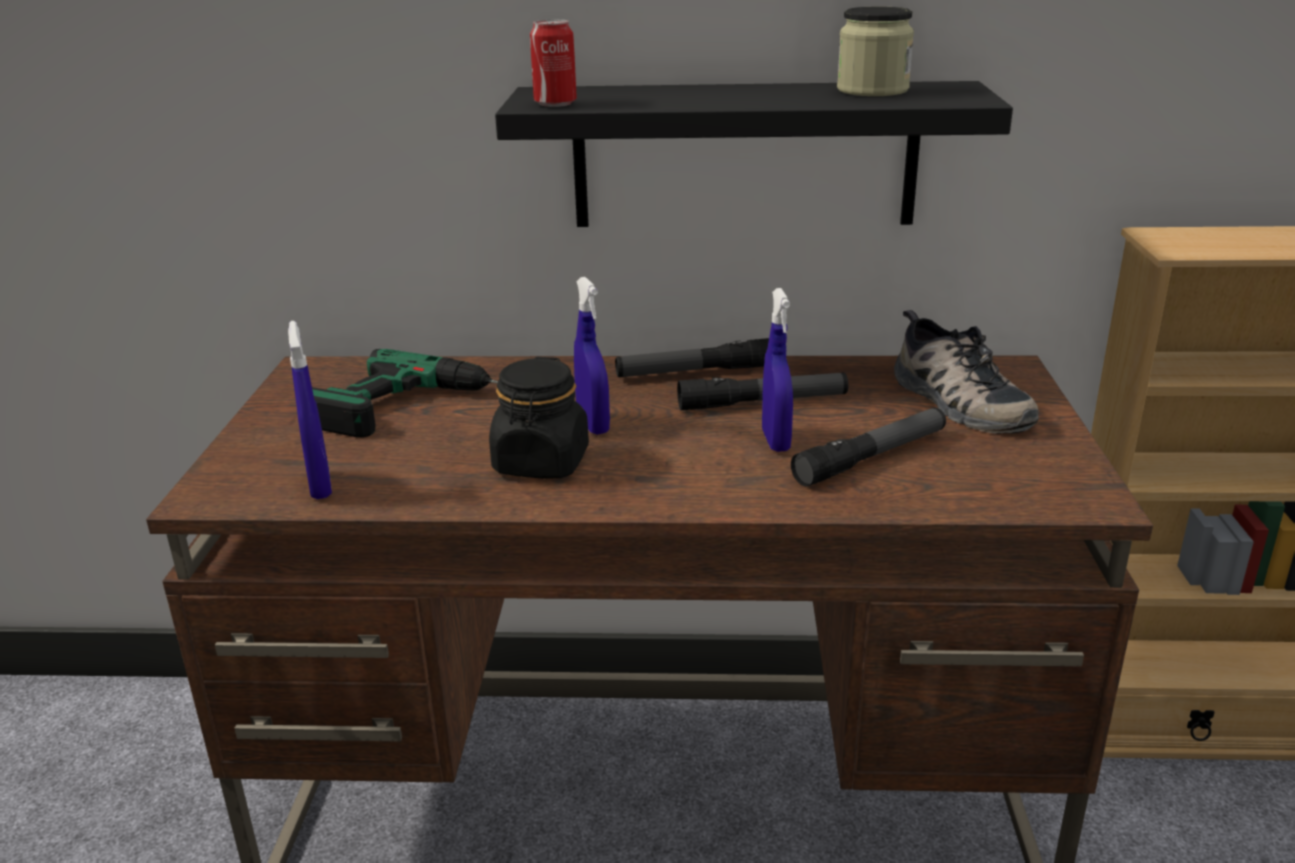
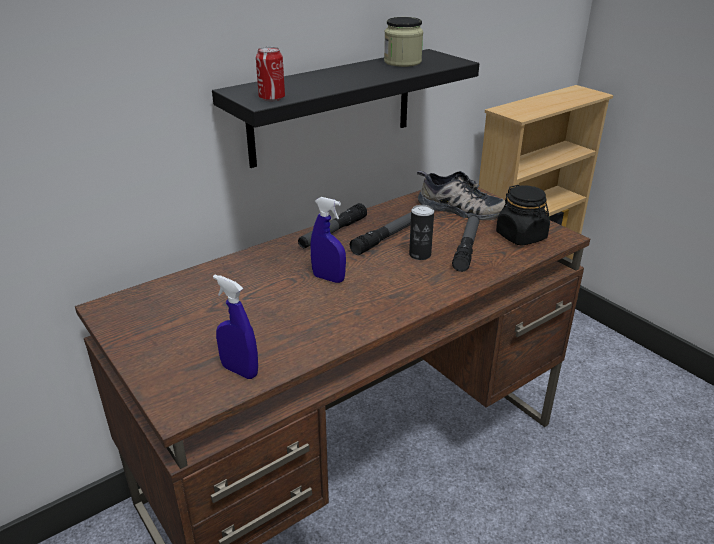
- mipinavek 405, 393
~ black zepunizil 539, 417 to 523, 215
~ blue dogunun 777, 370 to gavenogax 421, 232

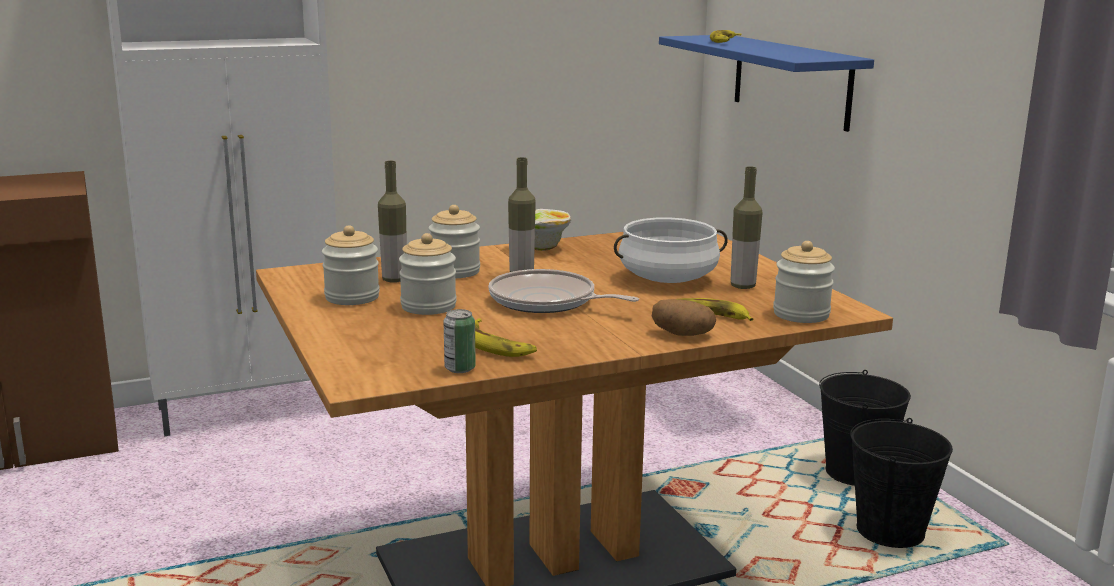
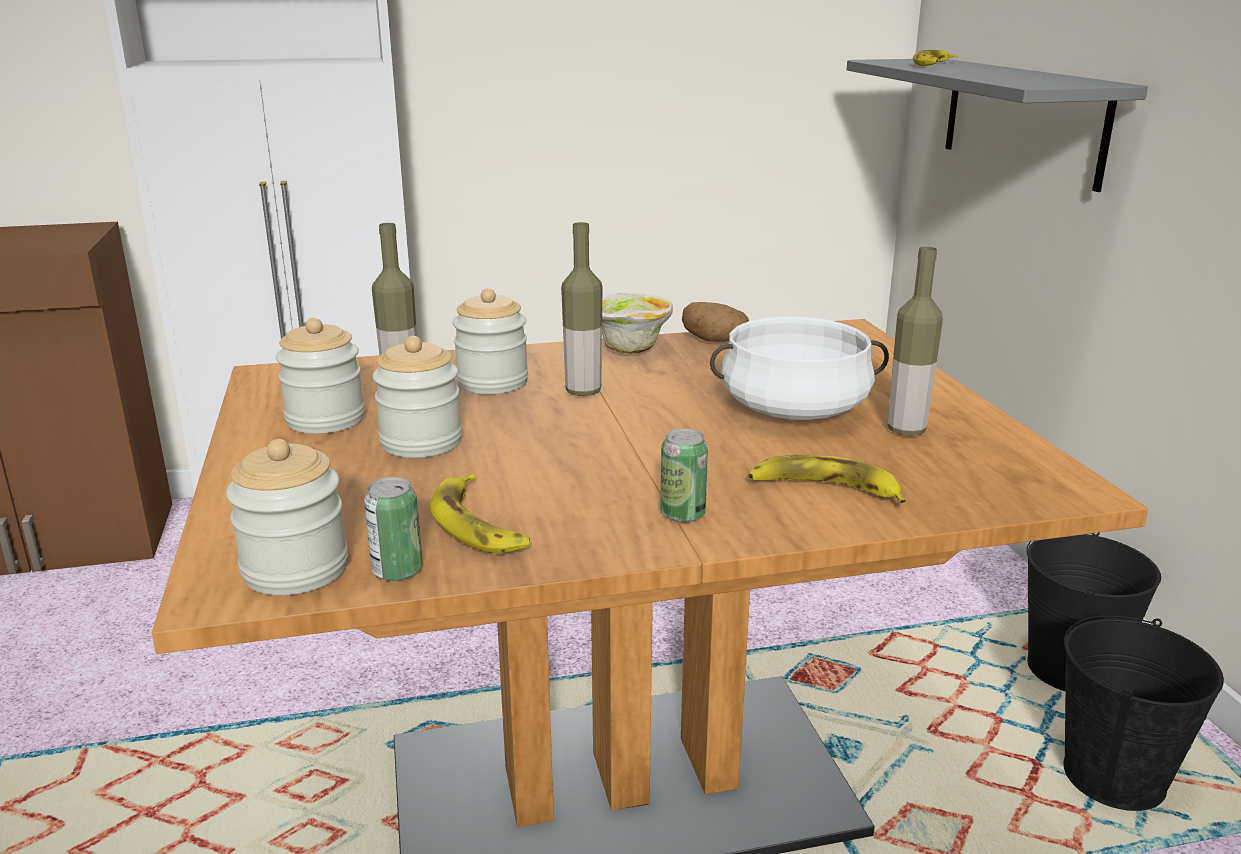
- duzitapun 563, 291
~ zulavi 684, 317 to 715, 322
~ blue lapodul 766, 83 to grey lapodul 997, 125
~ zepunizil 804, 282 to 287, 517
+ gavenogax 684, 476

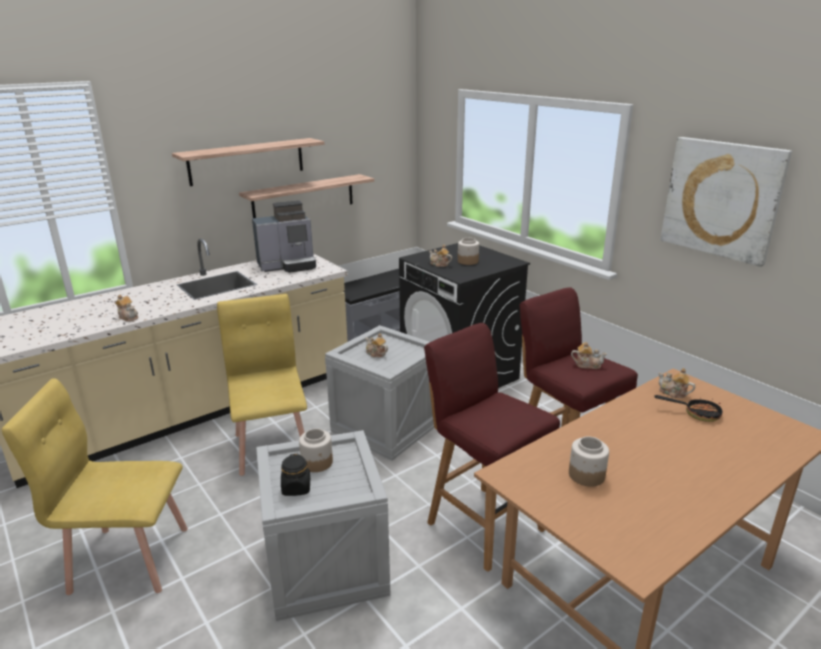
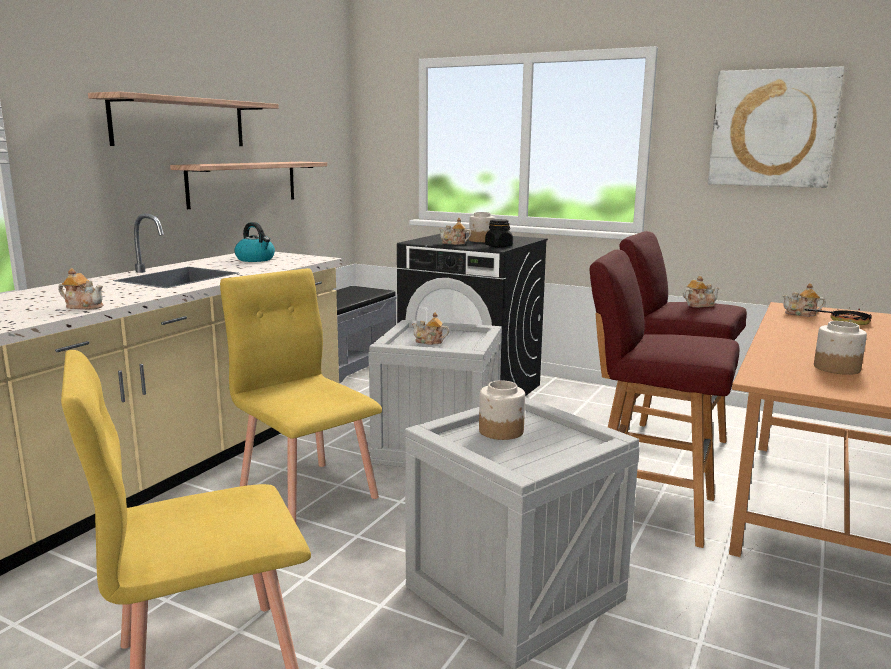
~ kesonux 284, 236 to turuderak 254, 242
~ black zepunizil 295, 475 to 499, 233

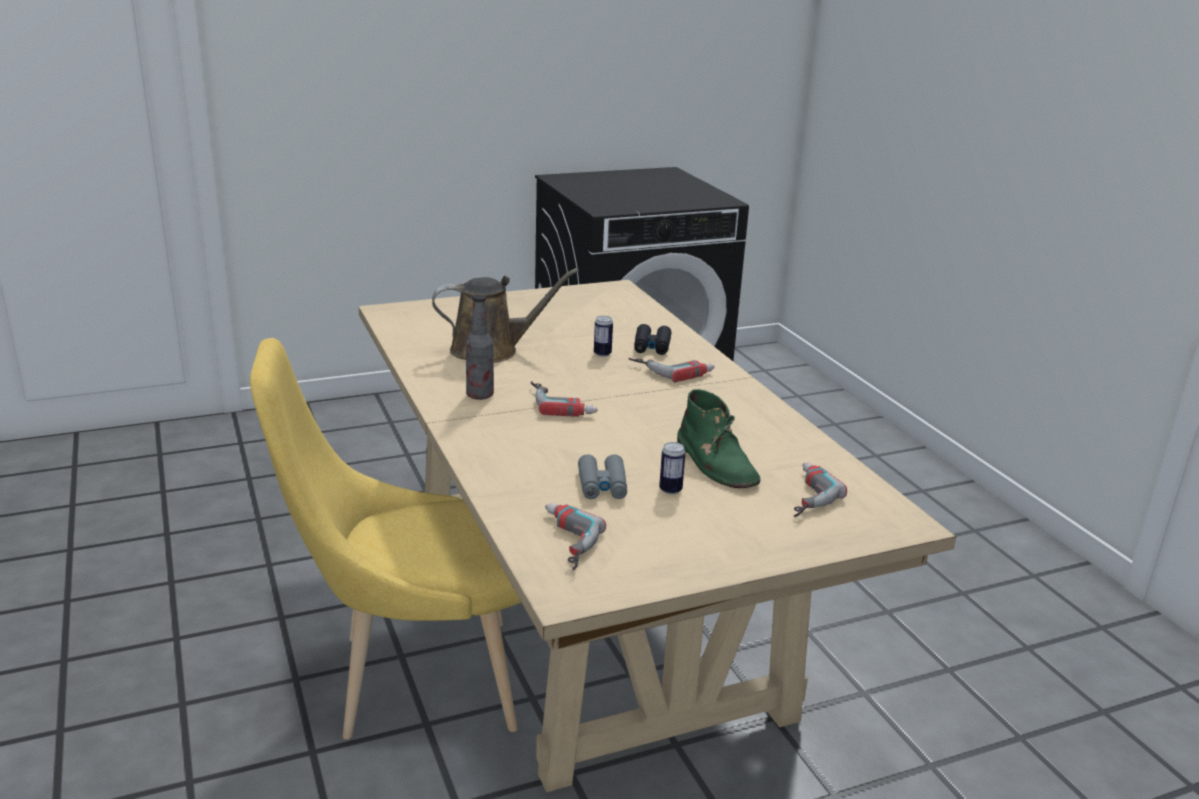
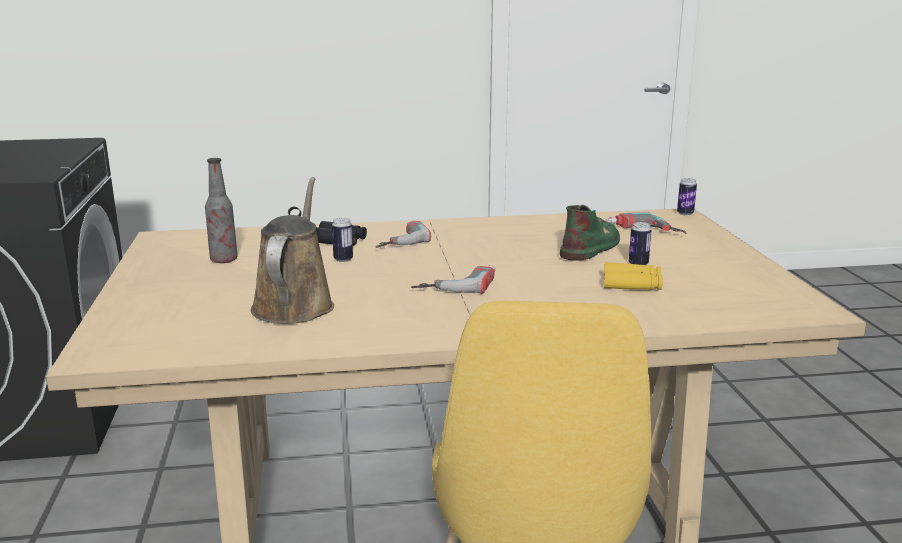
~ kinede 480, 347 to 221, 210
- mipinavek 575, 536
~ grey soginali 602, 476 to yellow soginali 633, 276
~ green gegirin 718, 438 = 590, 233 45 degrees counterclockwise
+ gavenogax 687, 196

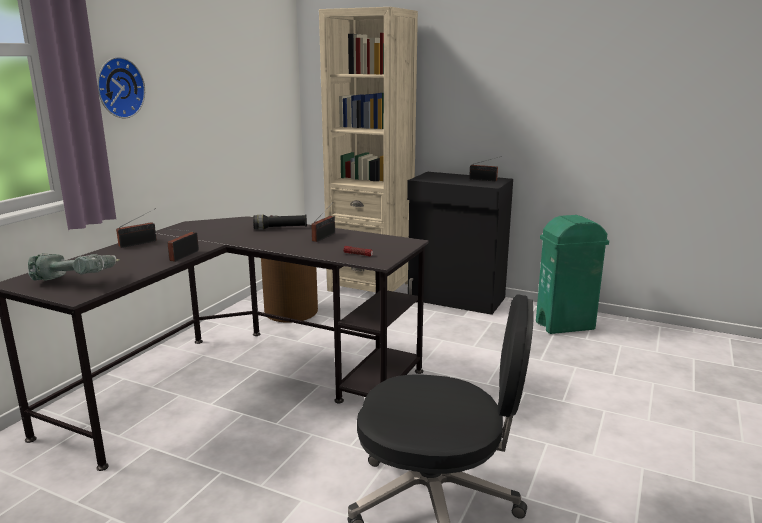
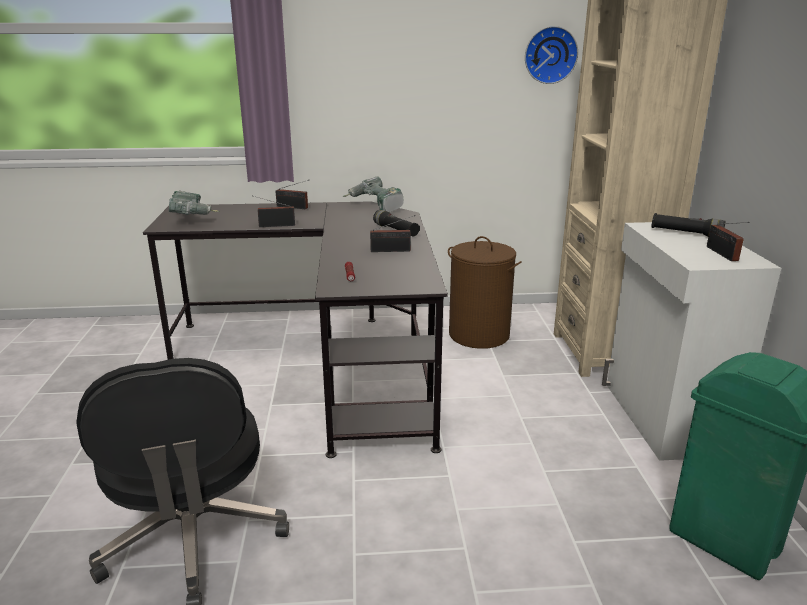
~ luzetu 121, 87 to 551, 55
~ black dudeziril 460, 243 to white dudeziril 691, 341
+ mipinavek 373, 194
+ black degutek 689, 225

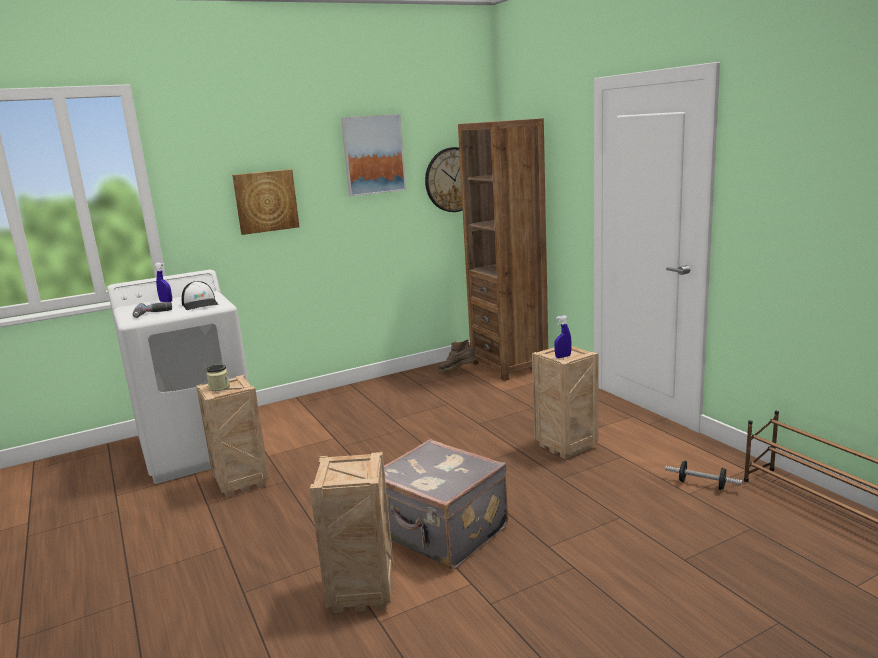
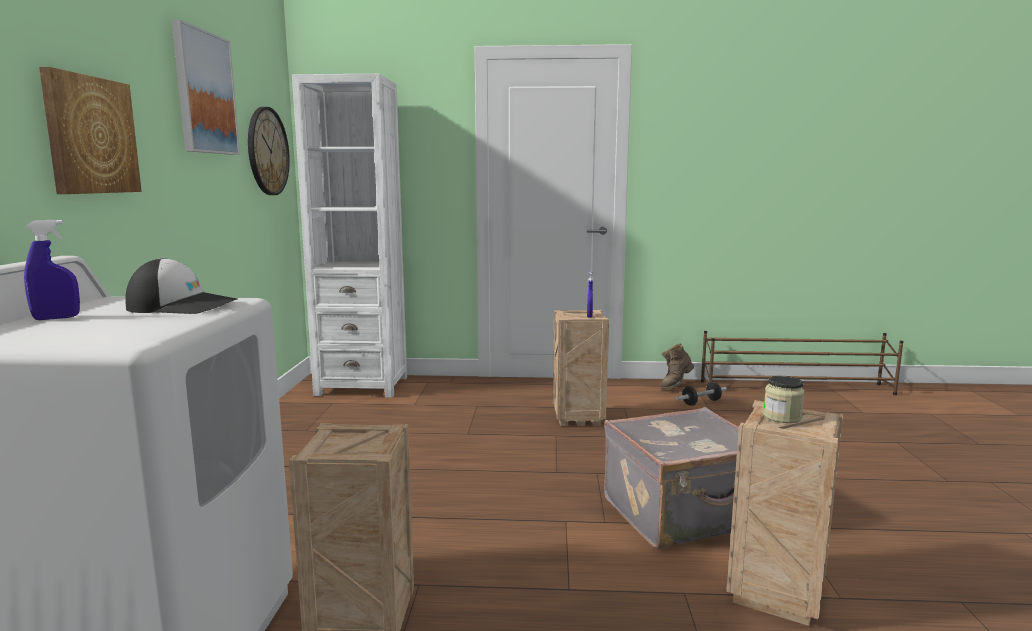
- mipinavek 152, 310
~ zepunizil 218, 377 to 784, 399
~ brown gegirin 457, 355 to 678, 366
~ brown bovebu 503, 249 to white bovebu 349, 236

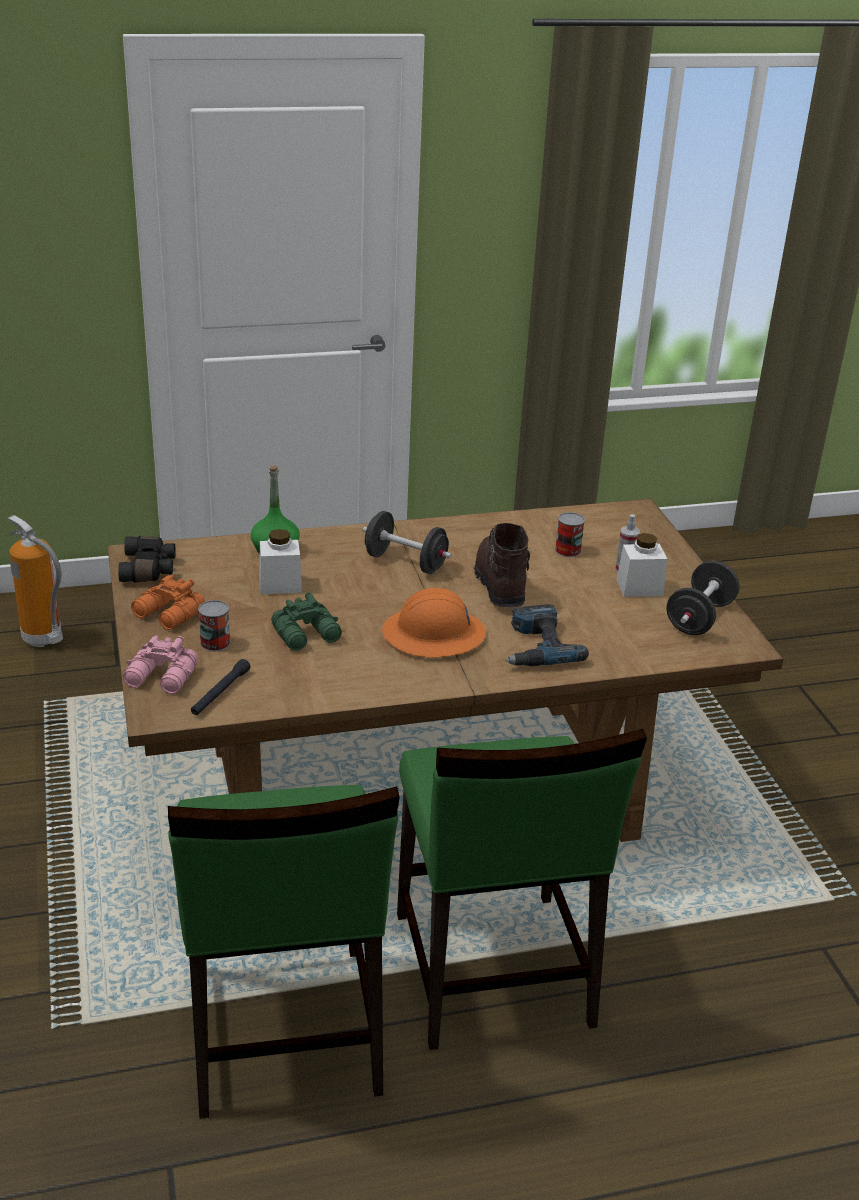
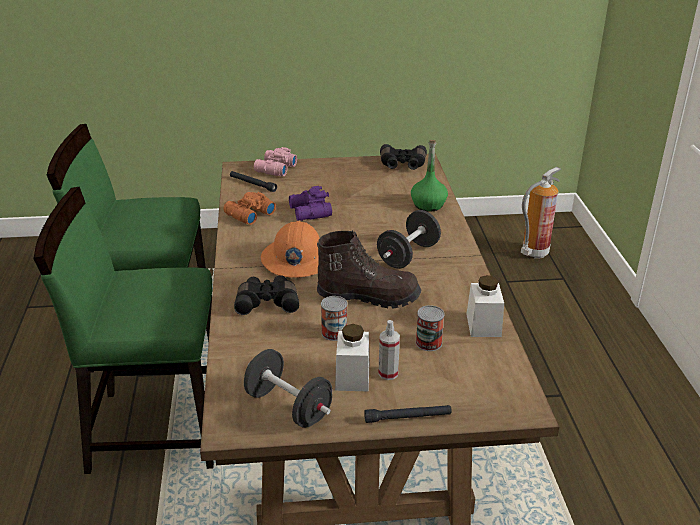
~ orange soginali 168, 602 to 249, 208
~ gavenogax 214, 625 to 334, 318
~ white zepunizil 280, 561 to 485, 306
~ green soginali 306, 621 to purple soginali 310, 203
~ mipinavek 547, 635 to black soginali 266, 295
+ black degutek 408, 414

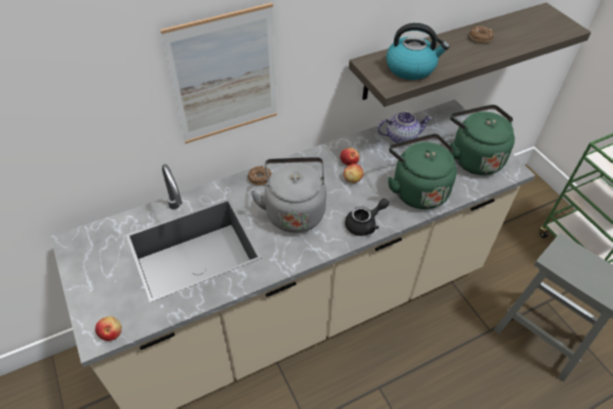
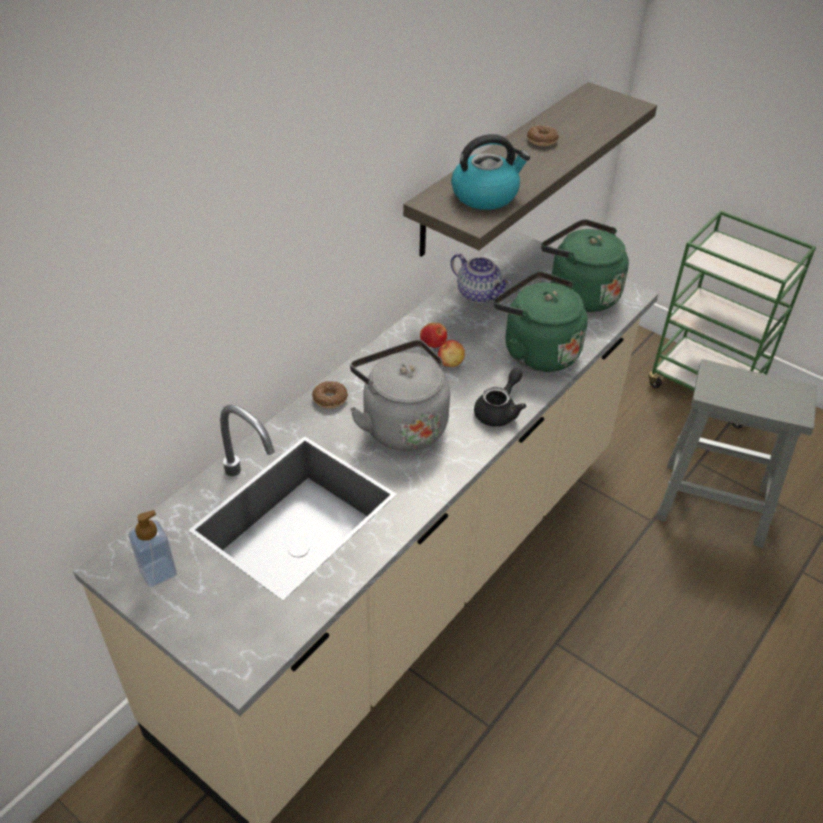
- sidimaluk 108, 328
- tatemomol 219, 73
~ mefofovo 404, 127 = 481, 278 75 degrees clockwise
+ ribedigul 152, 548

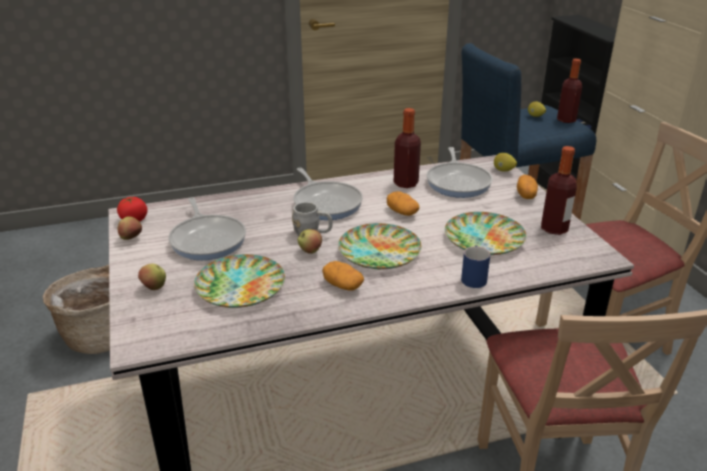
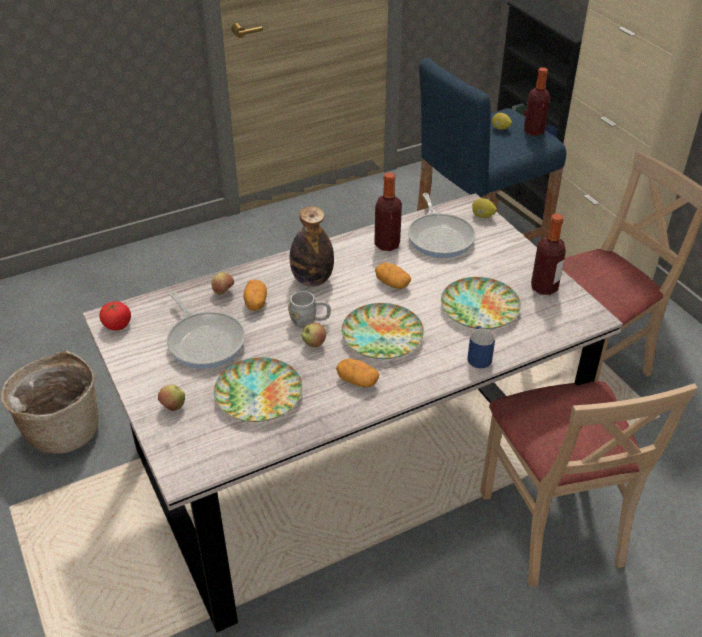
~ sidimaluk 130, 228 to 222, 283
~ duzitapun 328, 194 to kinede 312, 246
~ zulavi 527, 187 to 255, 295

